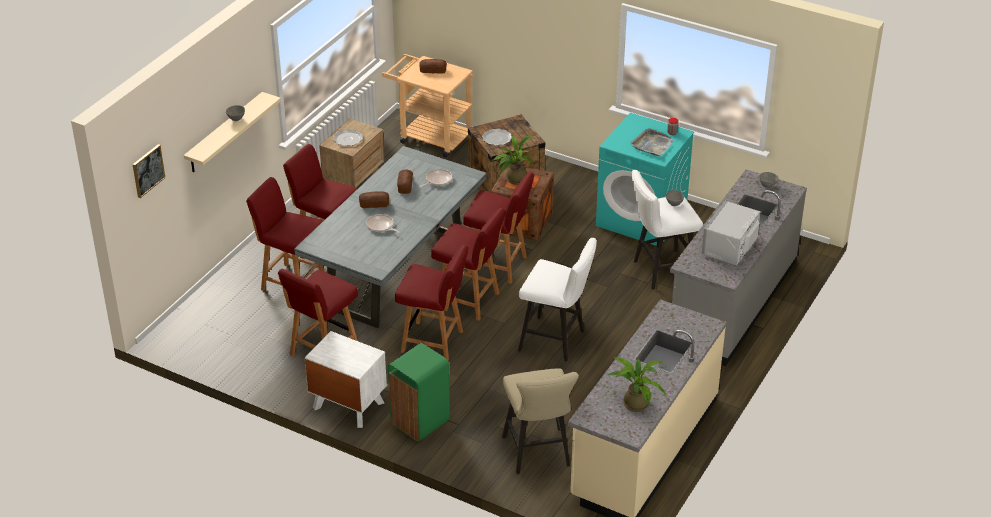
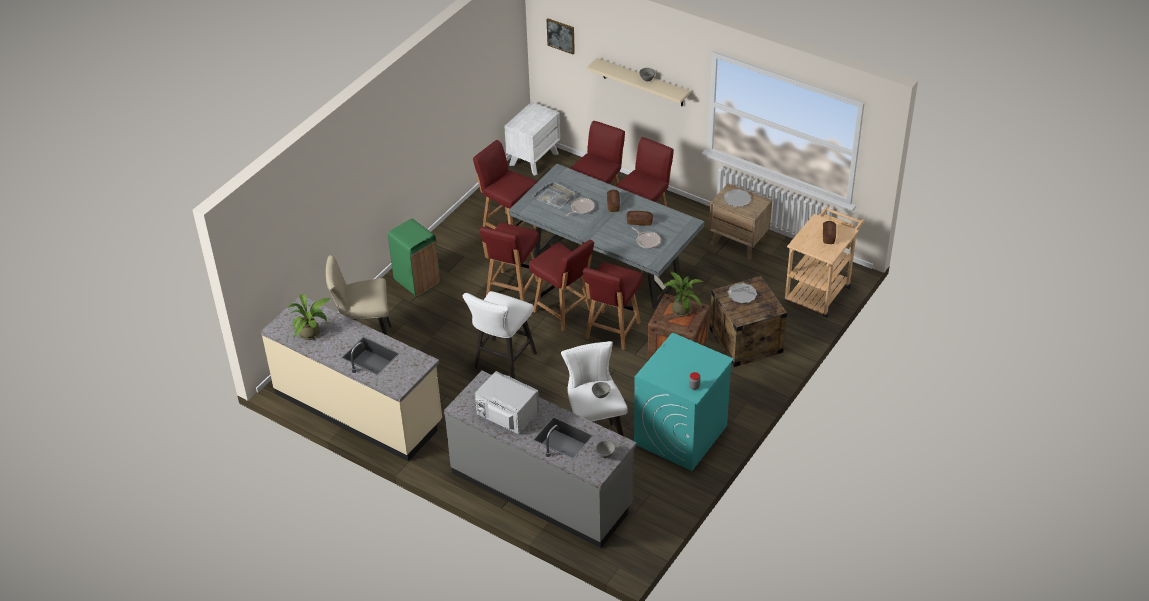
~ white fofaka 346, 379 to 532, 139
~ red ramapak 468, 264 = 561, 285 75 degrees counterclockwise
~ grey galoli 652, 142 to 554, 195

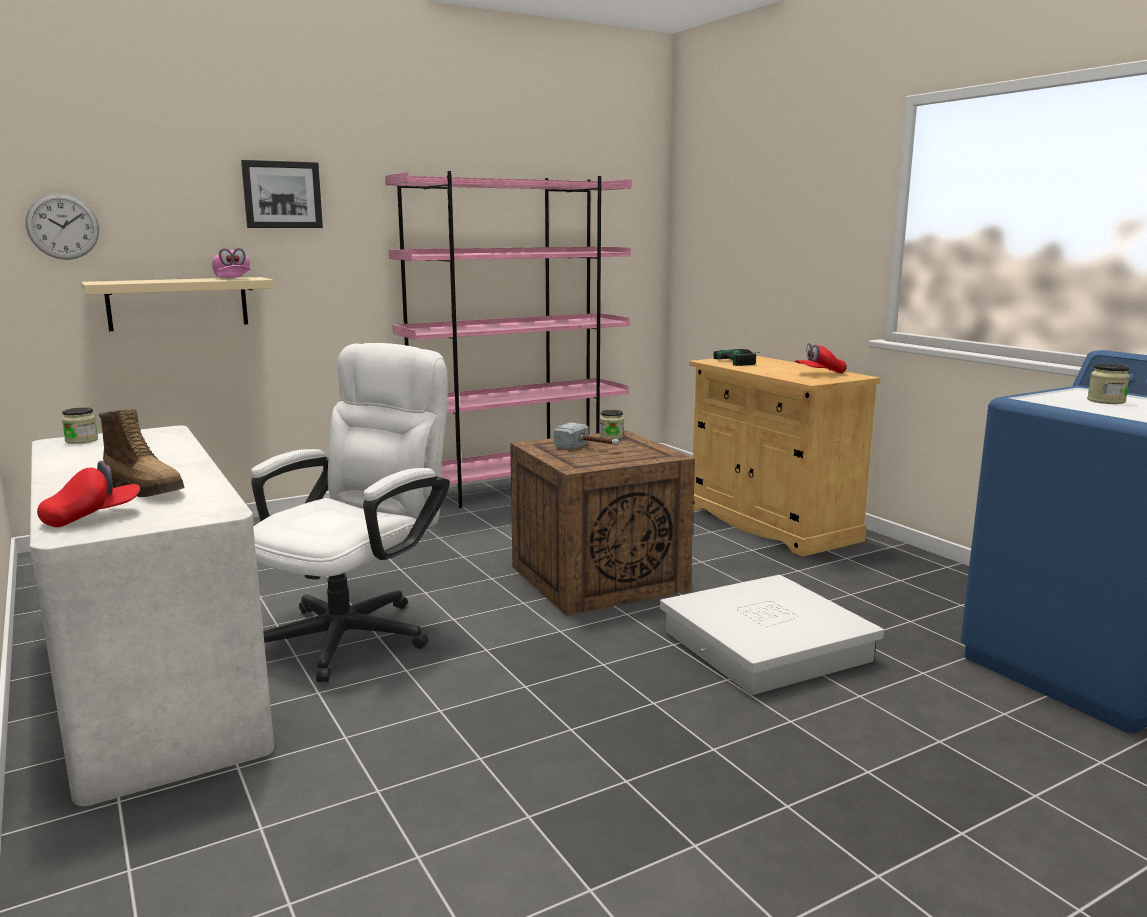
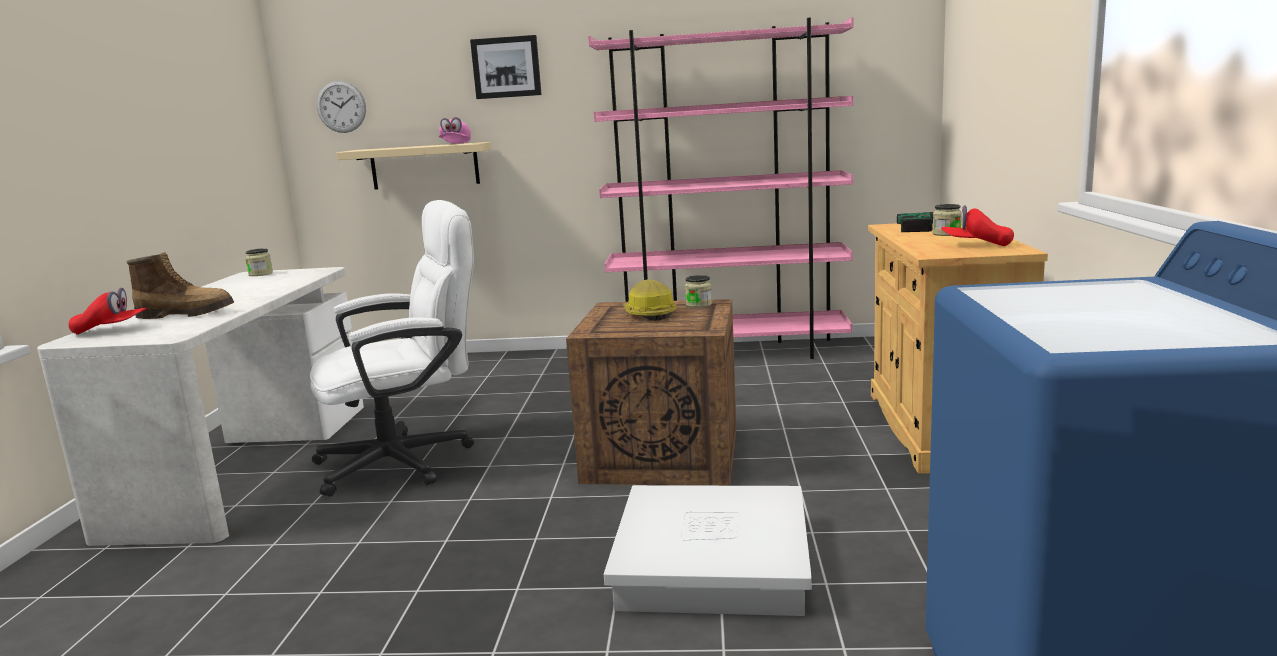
~ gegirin 142, 453 = 180, 285 75 degrees counterclockwise
~ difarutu 586, 436 to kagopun 650, 299
~ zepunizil 1108, 384 to 947, 220

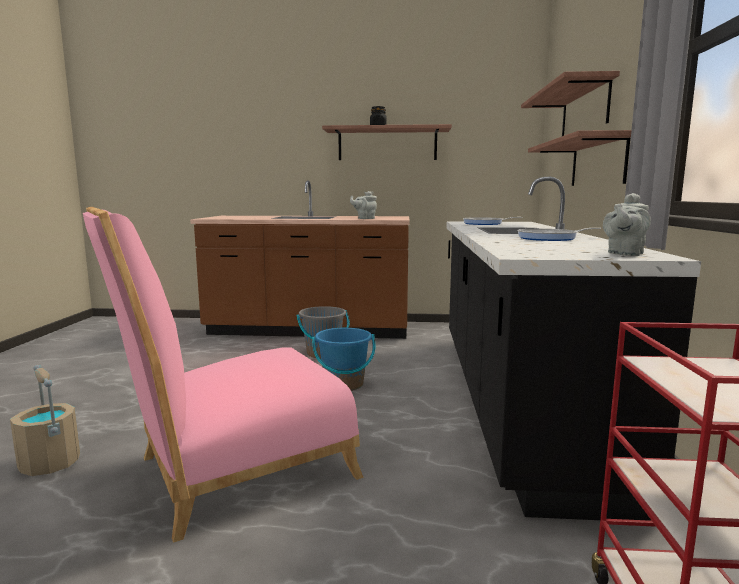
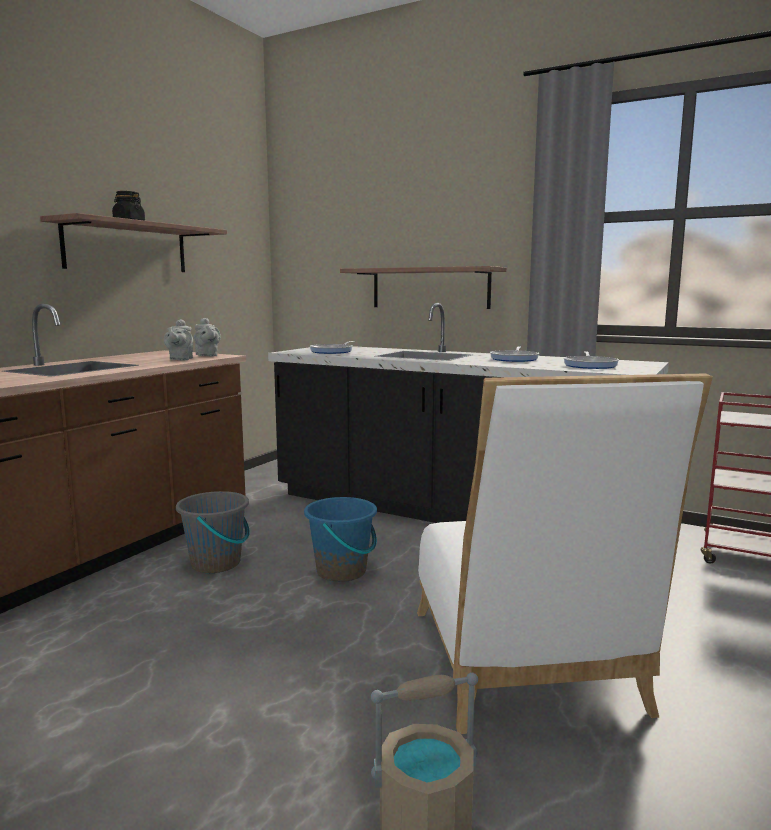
~ pink ramapak 223, 374 to white ramapak 565, 553
- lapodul 570, 103
~ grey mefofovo 627, 224 to 207, 337
+ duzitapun 591, 360

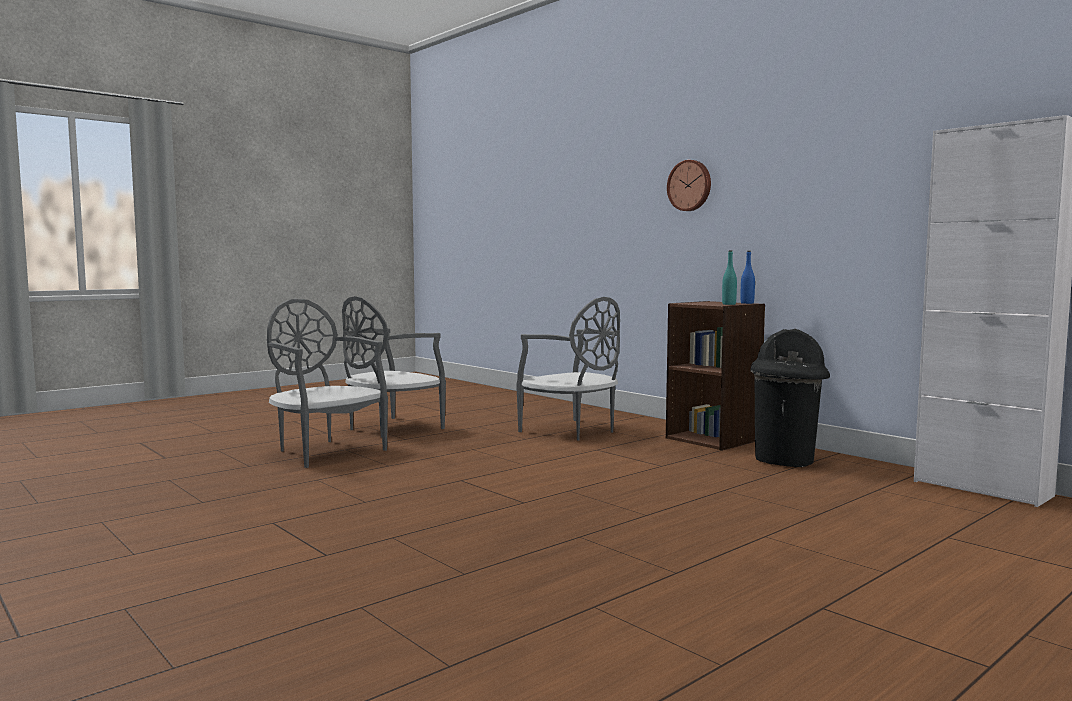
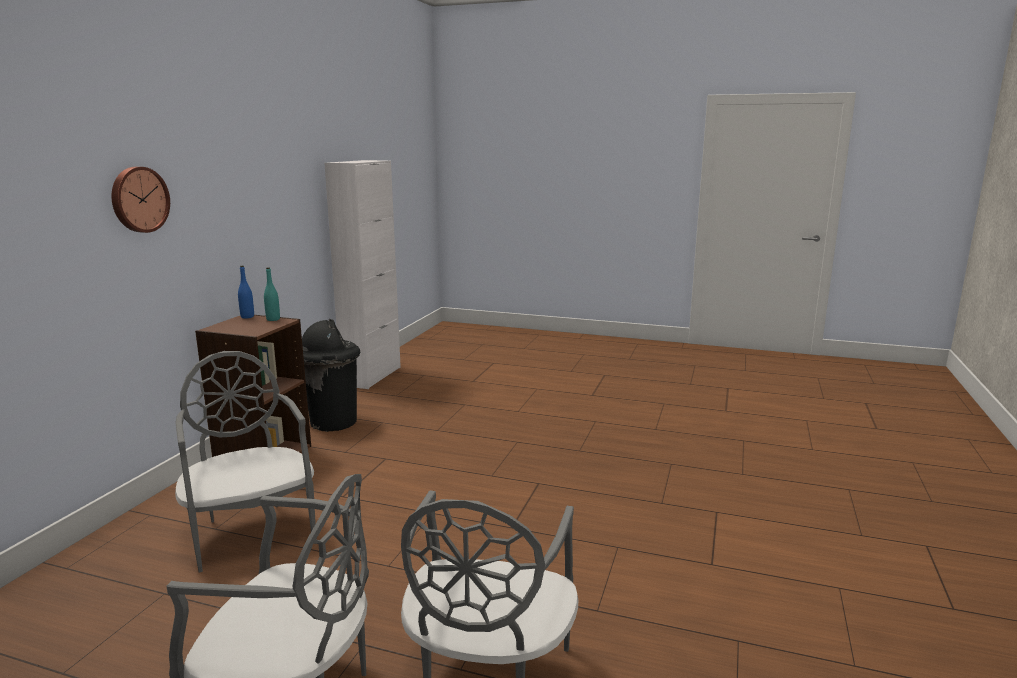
~ grey ramapak 568, 368 = 245, 462 45 degrees counterclockwise

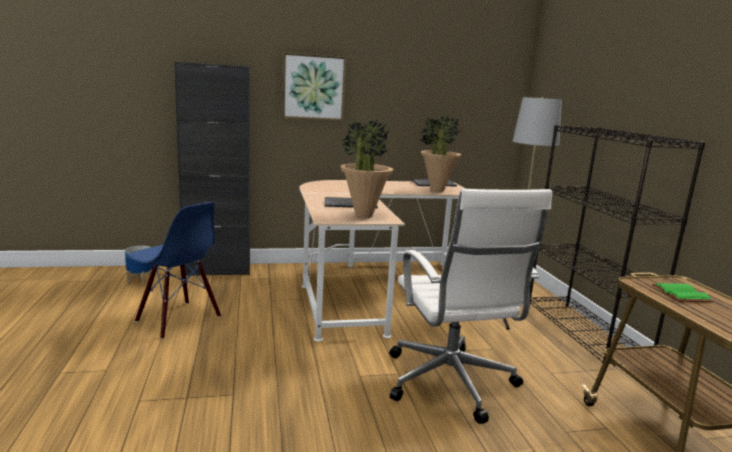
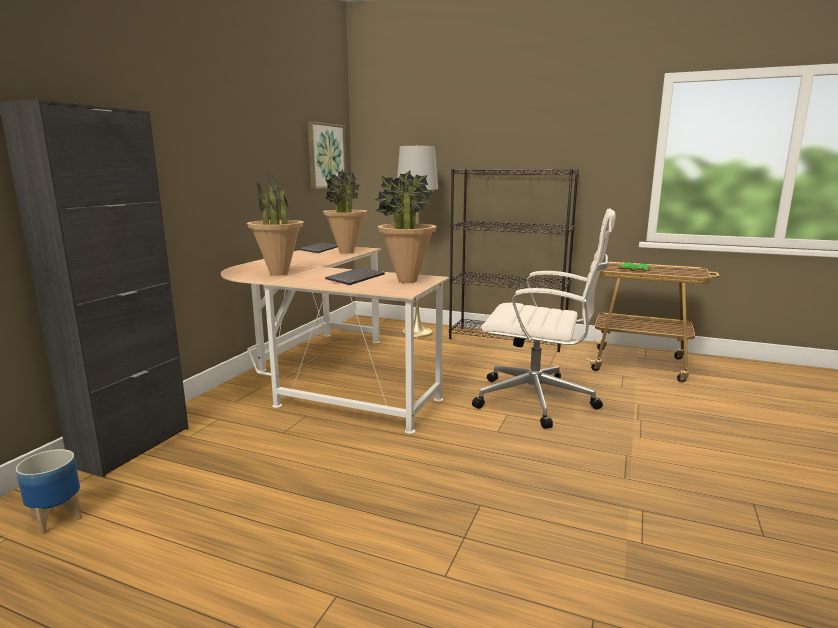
- blue ramapak 174, 270
~ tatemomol 314, 86 to 327, 155
+ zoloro 275, 223

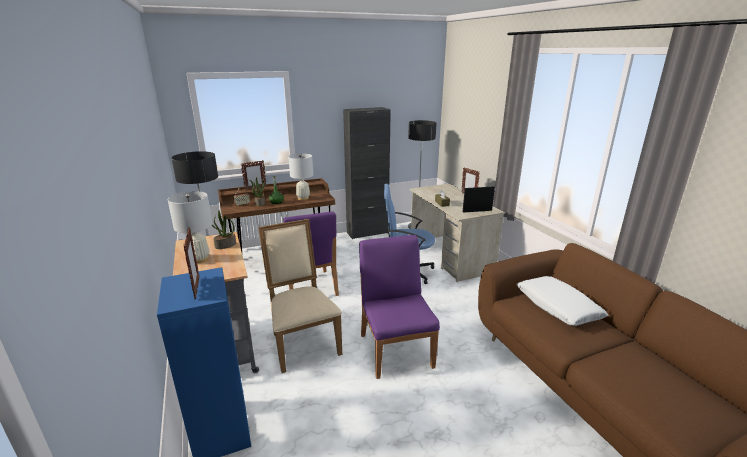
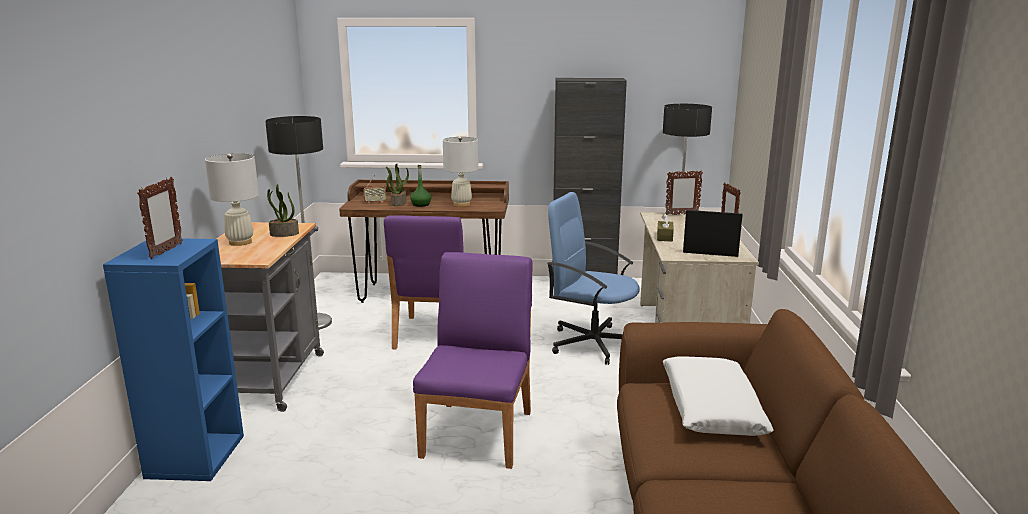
~ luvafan 254, 175 to 684, 193
- beige ramapak 300, 296

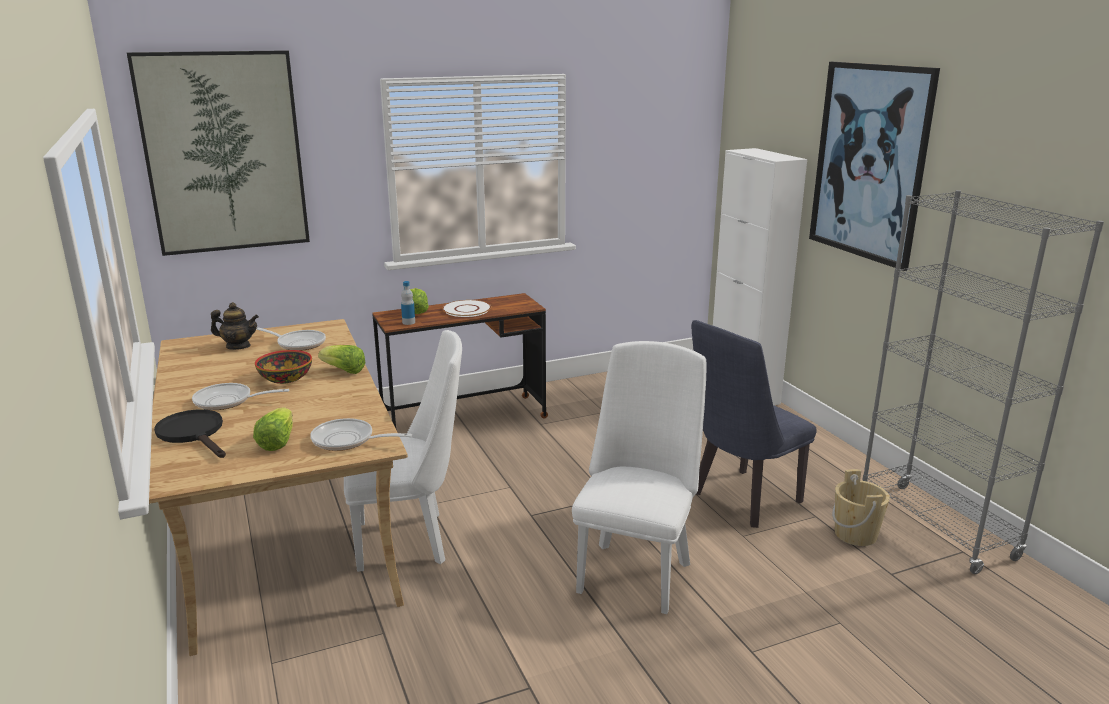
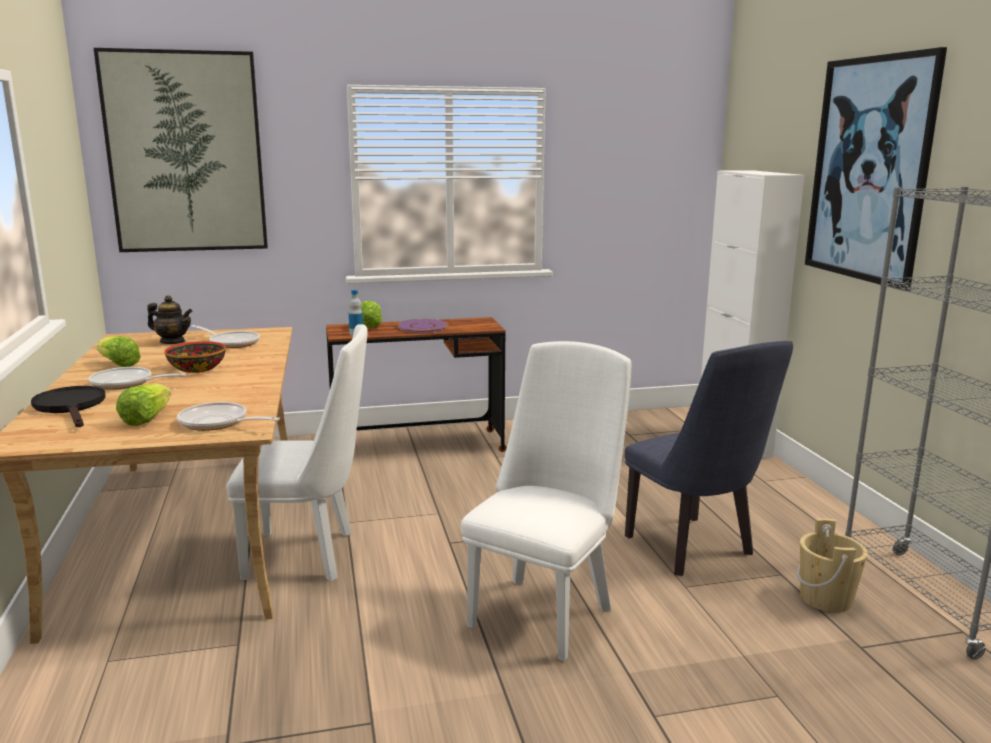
~ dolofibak 341, 359 to 118, 351
~ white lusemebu 466, 308 to purple lusemebu 422, 326
~ blue ramapak 754, 424 = 709, 458 90 degrees counterclockwise

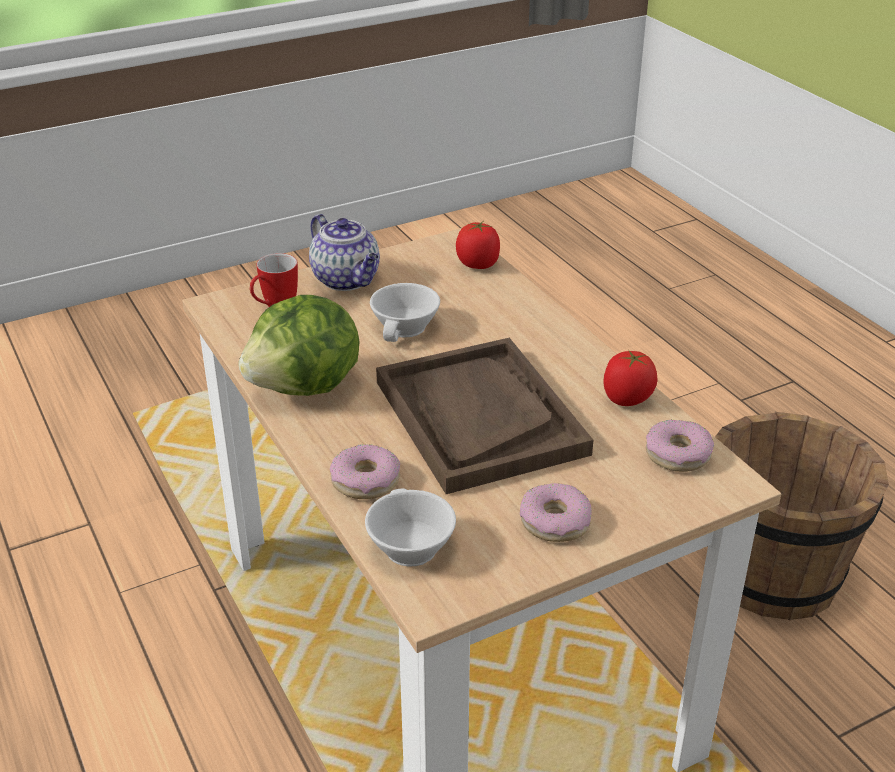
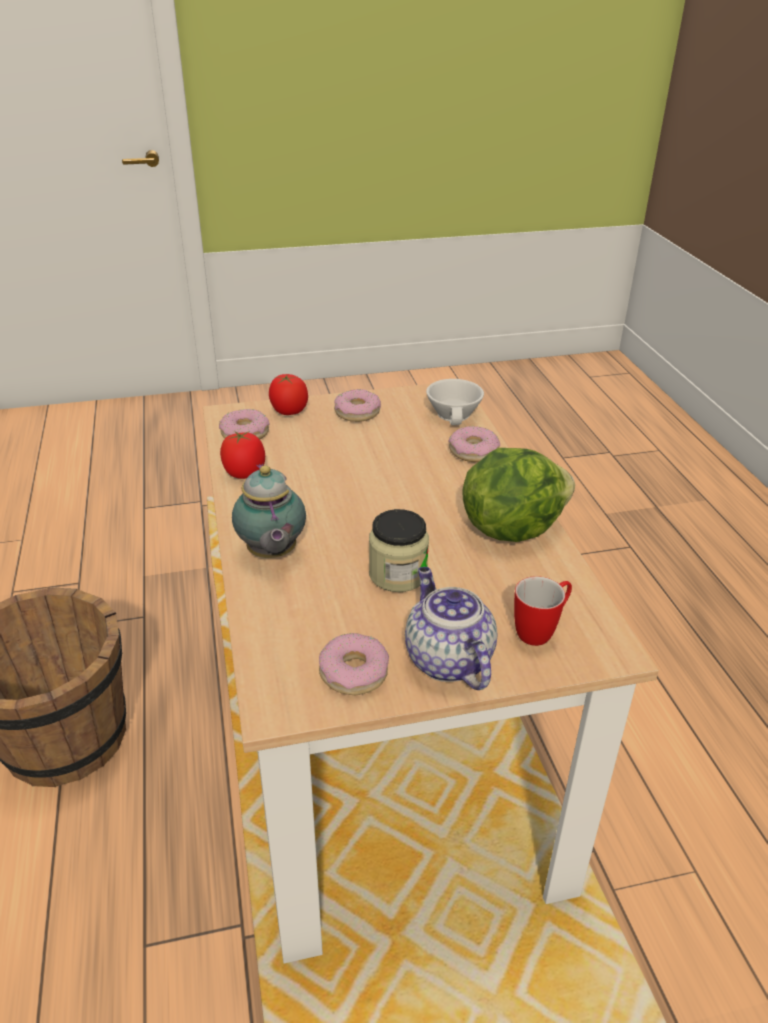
~ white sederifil 405, 312 to zepunizil 399, 550
- brown galoli 484, 416
~ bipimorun 478, 245 to 288, 394
+ mefofovo 269, 511
+ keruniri 354, 664

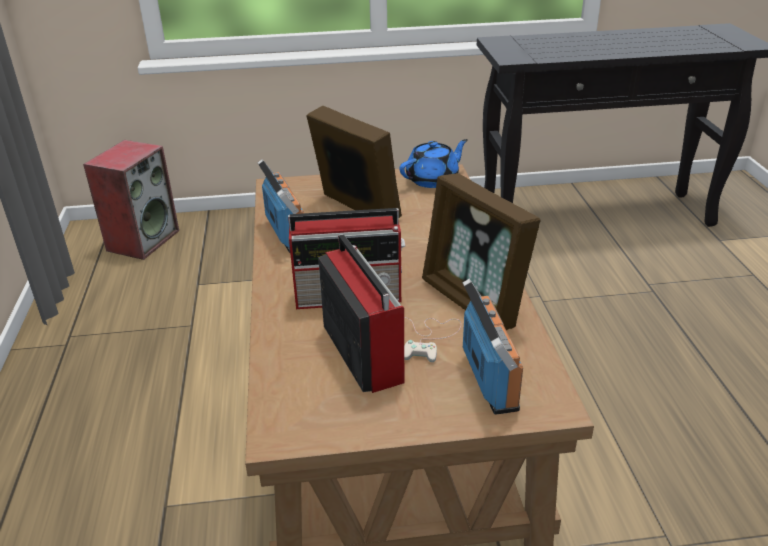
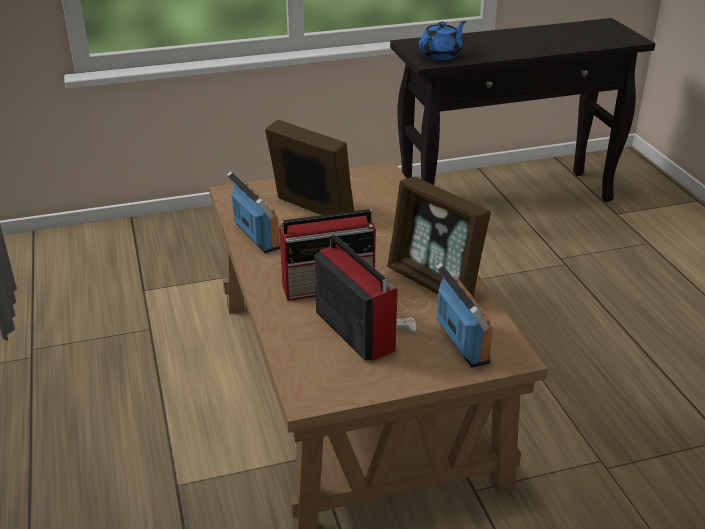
- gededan 131, 200
~ blue mefofovo 433, 163 to 442, 40

